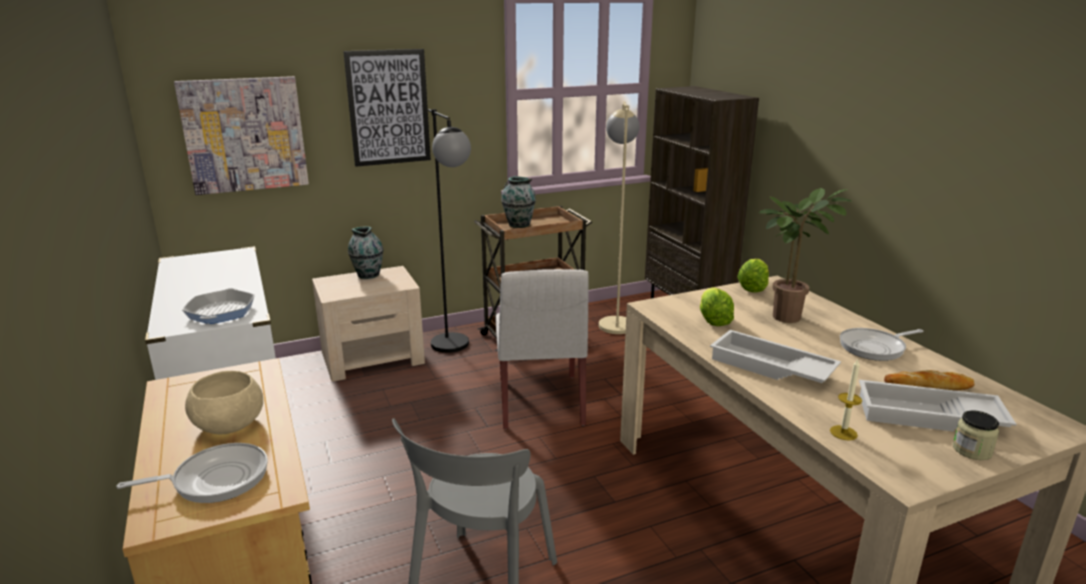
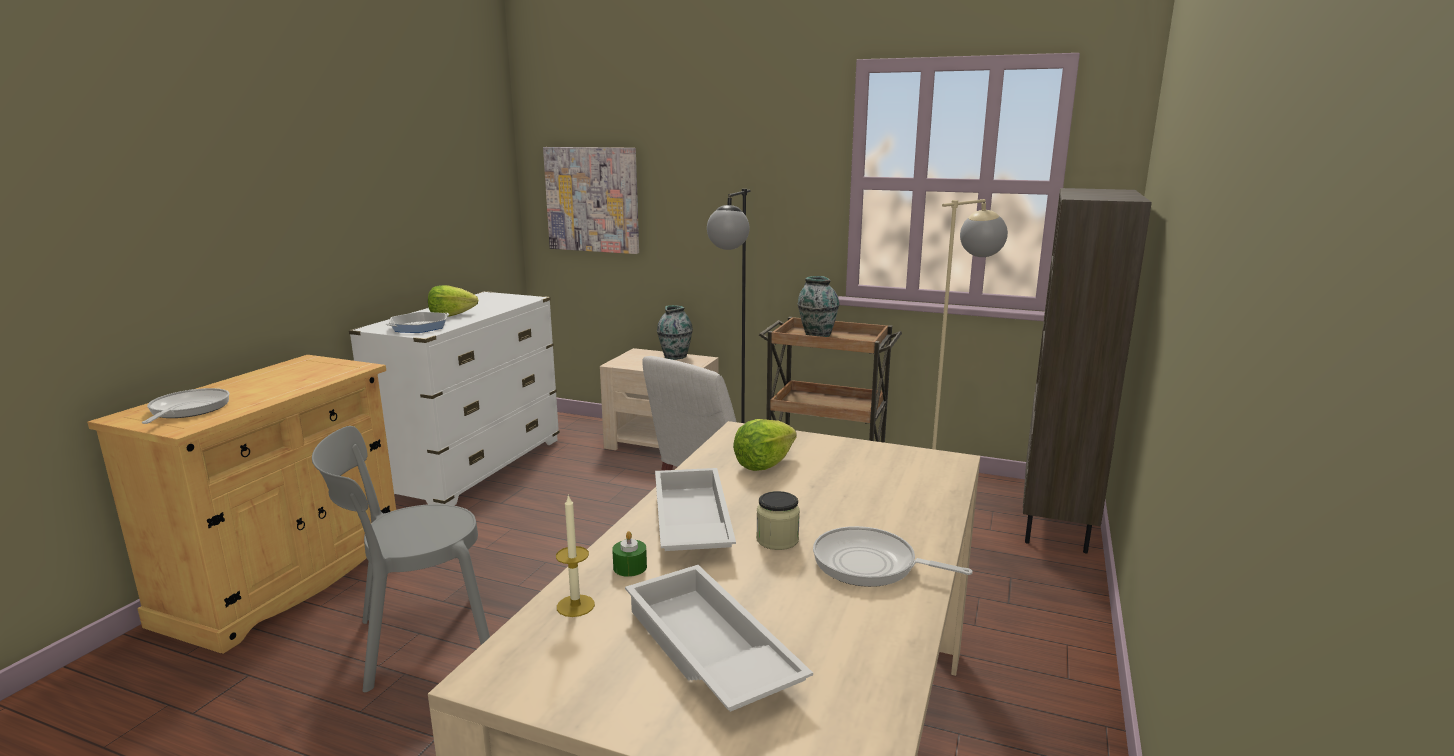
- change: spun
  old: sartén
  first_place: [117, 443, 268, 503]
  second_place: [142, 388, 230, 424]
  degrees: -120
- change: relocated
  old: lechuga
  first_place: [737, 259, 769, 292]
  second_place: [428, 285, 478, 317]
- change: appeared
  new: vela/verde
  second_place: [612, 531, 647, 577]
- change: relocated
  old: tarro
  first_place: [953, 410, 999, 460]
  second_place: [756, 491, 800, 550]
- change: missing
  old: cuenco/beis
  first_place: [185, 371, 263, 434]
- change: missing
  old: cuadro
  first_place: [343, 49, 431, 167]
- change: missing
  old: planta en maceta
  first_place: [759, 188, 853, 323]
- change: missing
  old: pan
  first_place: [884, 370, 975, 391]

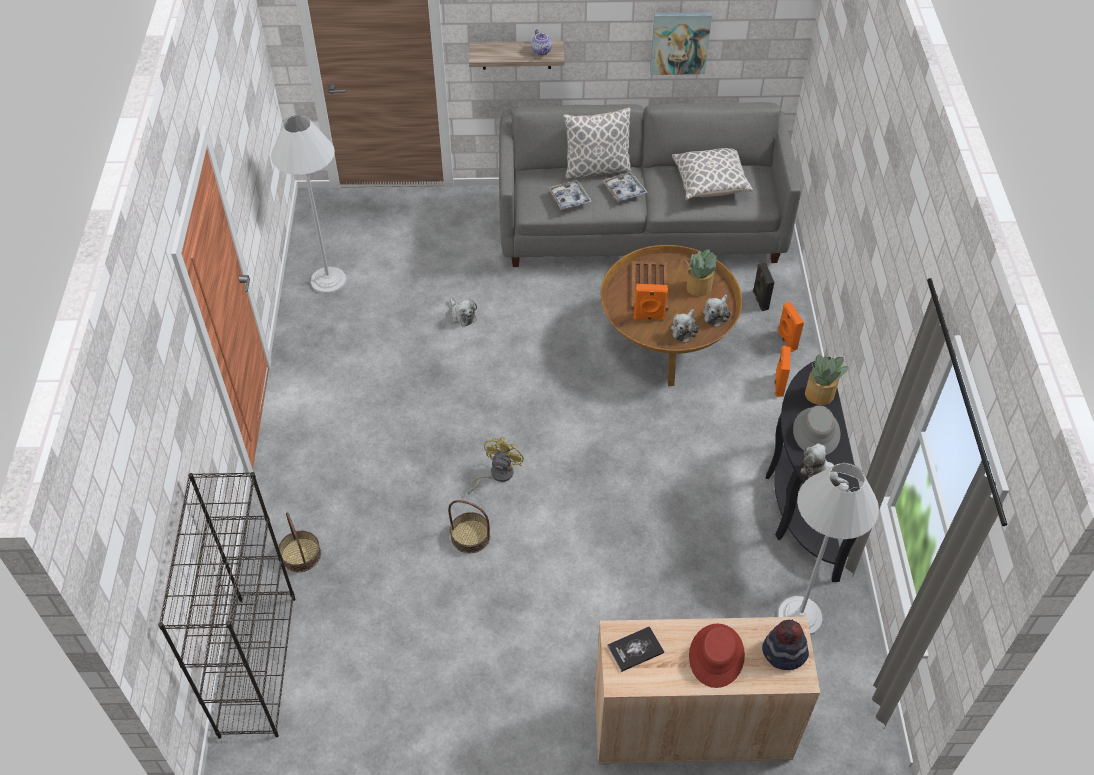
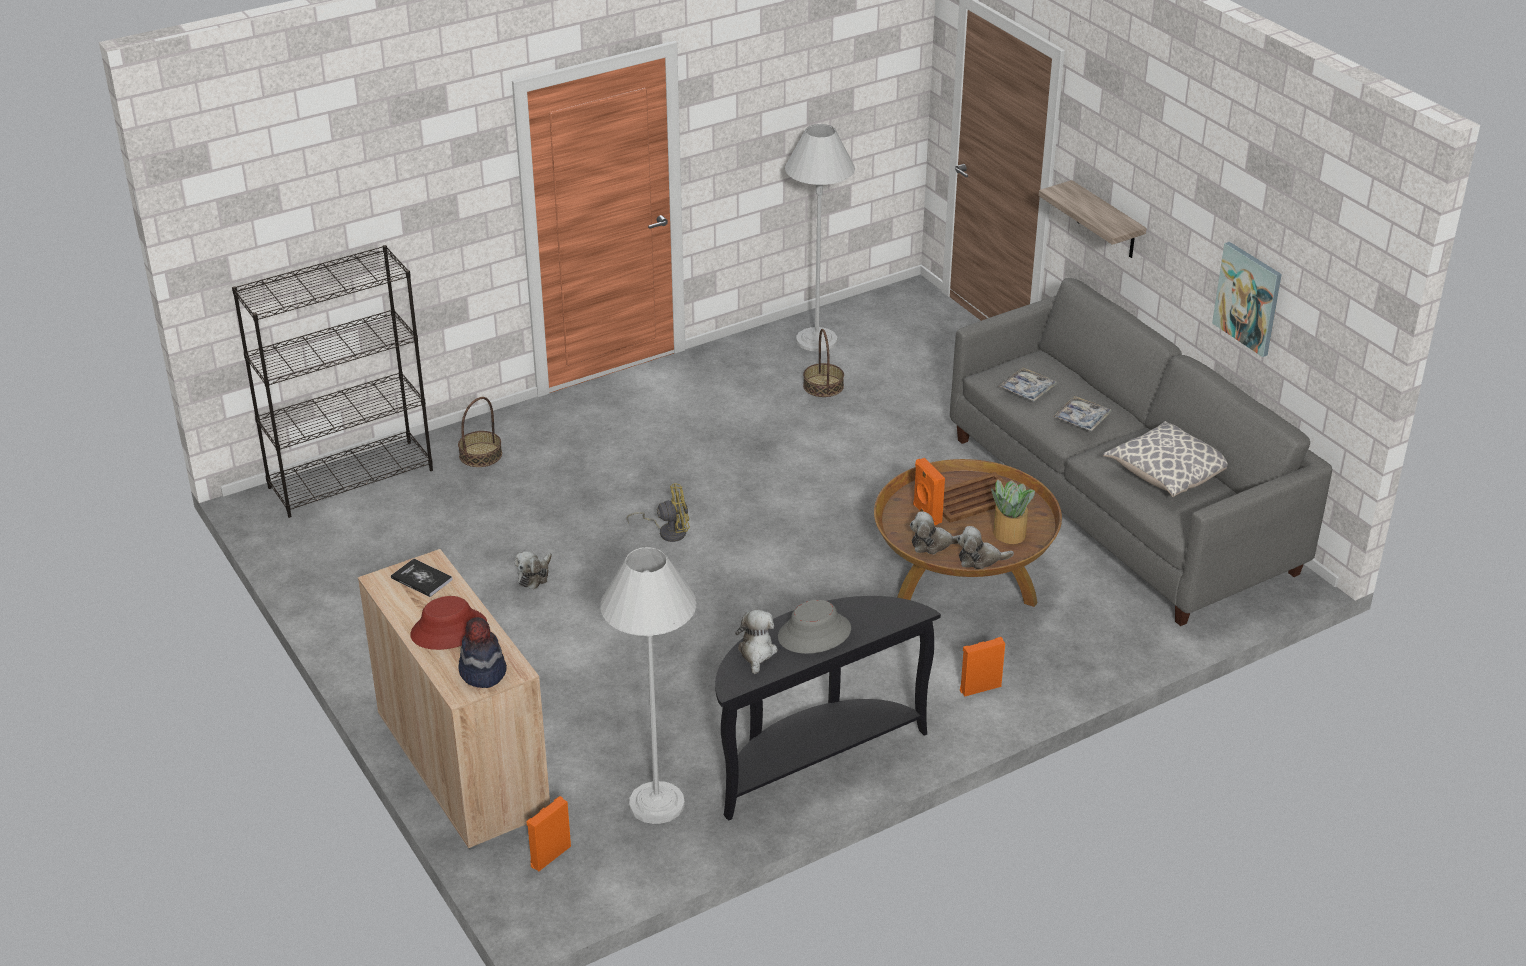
- change: relocated
  old: peluche
  first_place: [450, 297, 477, 326]
  second_place: [514, 551, 552, 589]
- change: relocated
  old: altavoz/naranja
  first_place: [778, 302, 804, 352]
  second_place: [526, 796, 571, 871]
- change: relocated
  old: cesta
  first_place: [448, 500, 490, 553]
  second_place: [803, 329, 844, 397]
- change: missing
  old: tetera
  first_place: [531, 29, 552, 55]
- change: missing
  old: cojín
  first_place: [563, 107, 631, 179]
- change: missing
  old: altavoz/negro
  first_place: [753, 262, 774, 311]
- change: missing
  old: planta en maceta
  first_place: [805, 355, 849, 405]

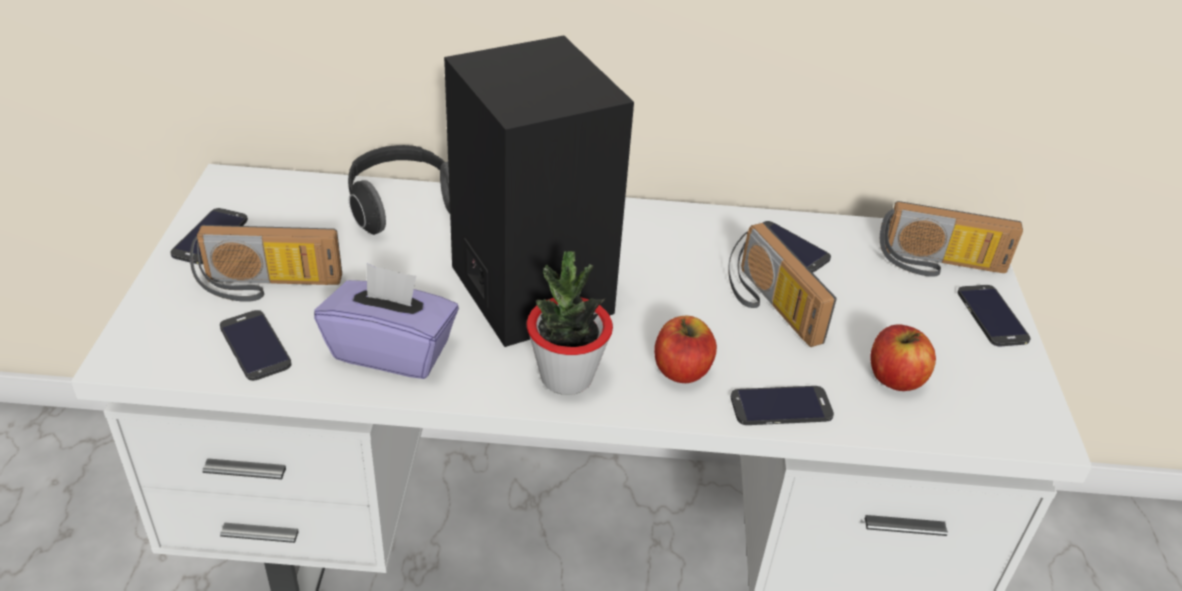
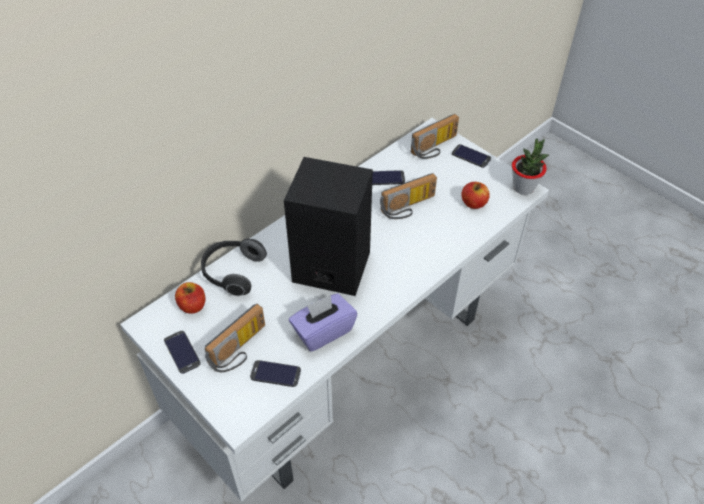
- change: relocated
  old: manzana
  first_place: [654, 316, 717, 383]
  second_place: [175, 282, 205, 314]
- change: spun
  old: radio
  first_place: [728, 223, 837, 347]
  second_place: [380, 173, 437, 219]
  degrees: -45
- change: relocated
  old: planta en maceta
  first_place: [527, 251, 613, 395]
  second_place: [512, 138, 549, 195]
- change: missing
  old: móvil
  first_place: [731, 386, 834, 425]

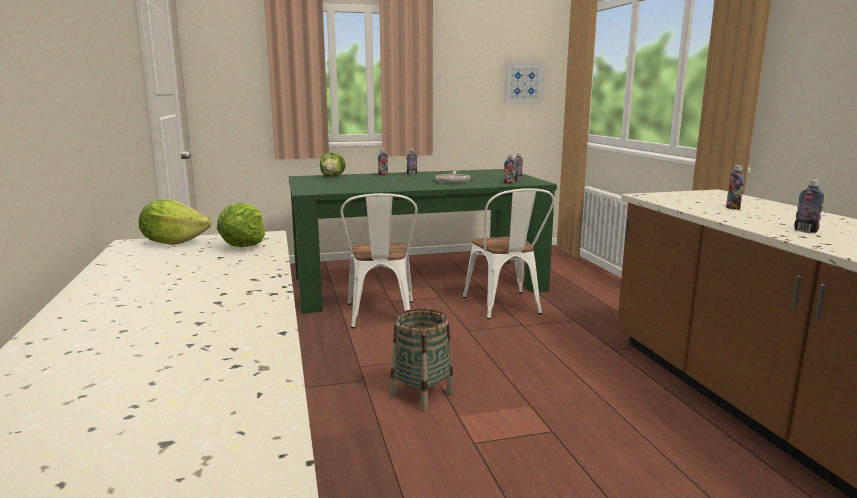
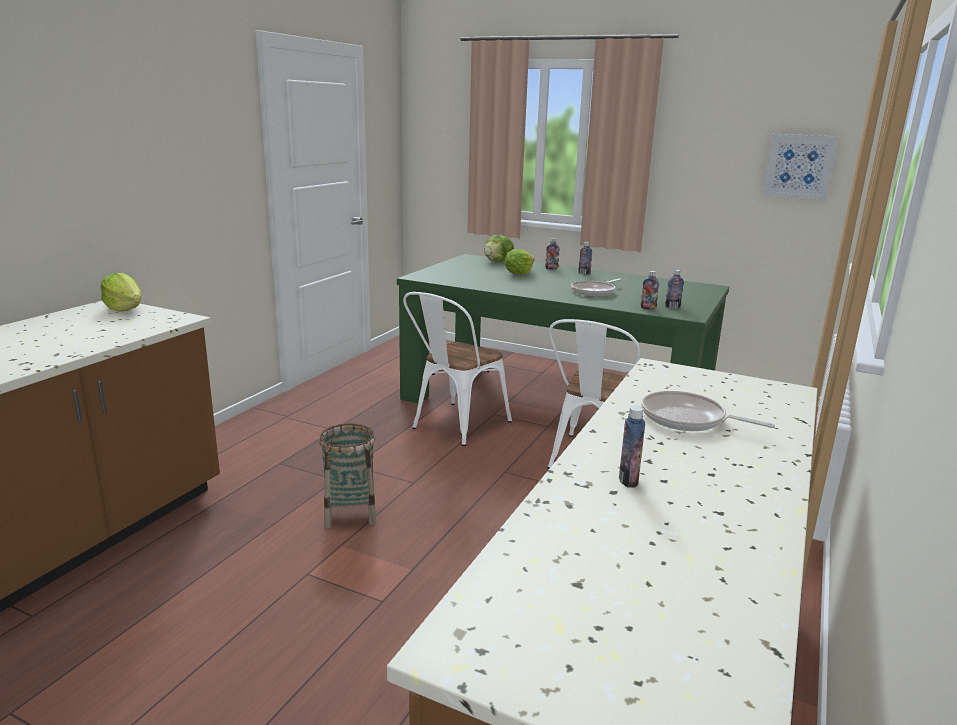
- change: relocated
  old: lechuga
  first_place: [217, 202, 265, 247]
  second_place: [504, 249, 534, 275]
- change: exchanged
  old: botella
  new: sartén
  first_place: [726, 165, 745, 210]
  second_place: [641, 391, 775, 431]

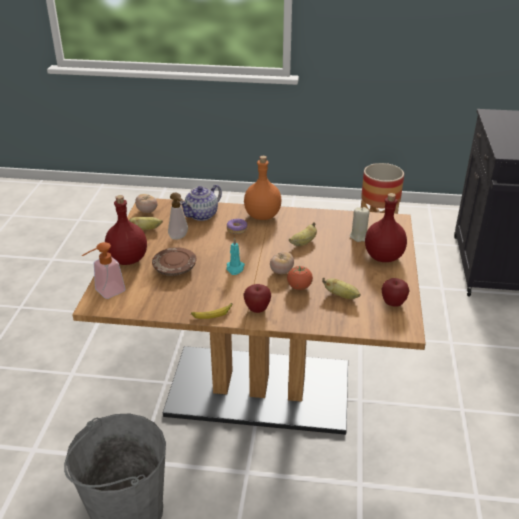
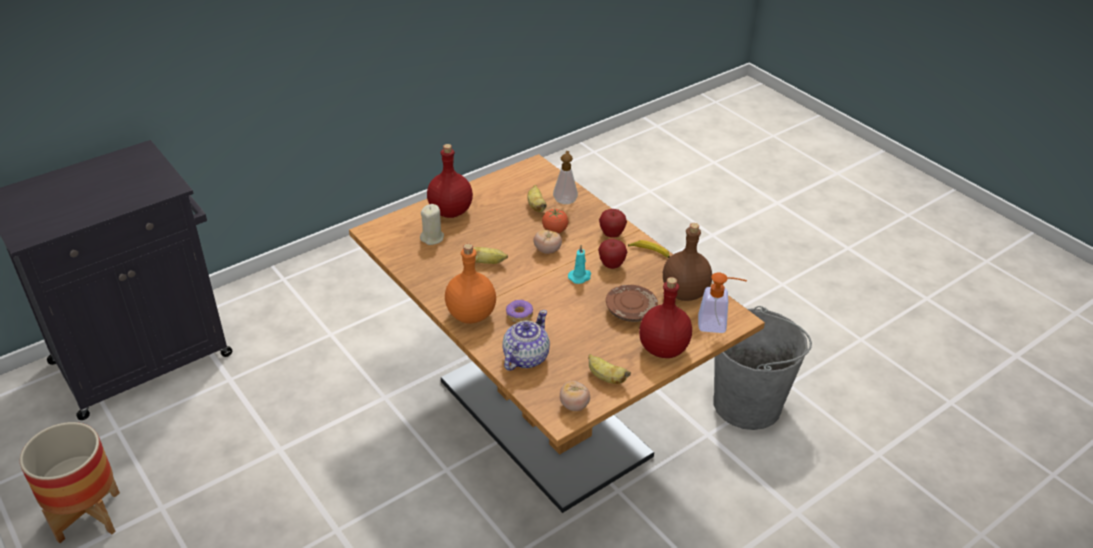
- change: spun
  old: tetera
  first_place: [180, 185, 222, 221]
  second_place: [502, 310, 550, 371]
  degrees: -60
- change: relocated
  old: dispensador de jabón
  first_place: [168, 193, 188, 240]
  second_place: [553, 151, 578, 204]
- change: relocated
  old: manzana
  first_place: [382, 278, 410, 307]
  second_place: [598, 239, 627, 269]
- change: appeared
  new: botella/marrón
  second_place: [663, 223, 712, 301]

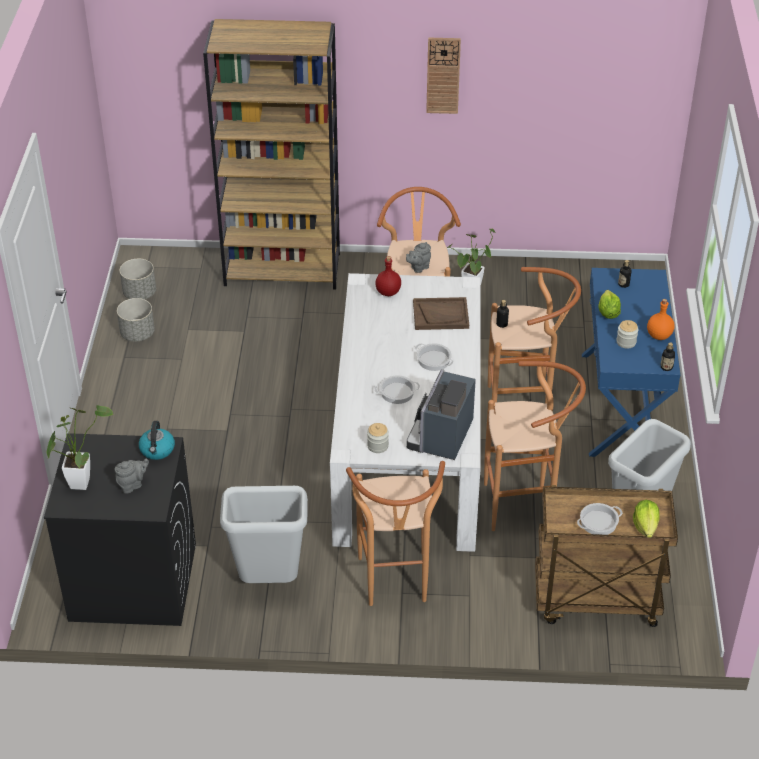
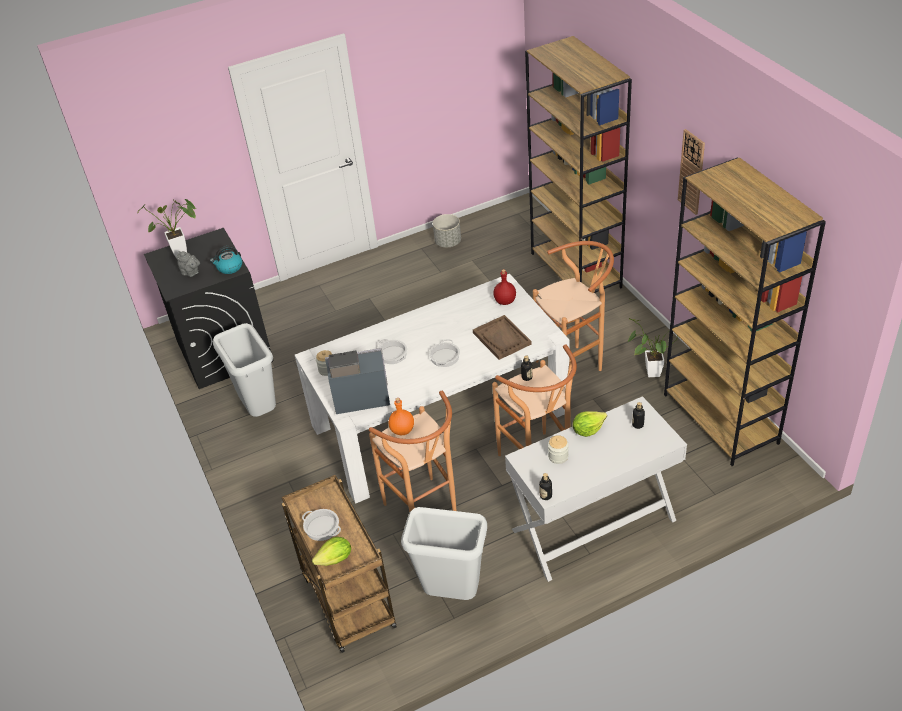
- change: relocated
  old: botella/naranja
  first_place: [647, 299, 675, 340]
  second_place: [389, 398, 414, 435]
- change: colour
  old: mesa consola/azul
  new: mesa consola/blanco
  first_place: [582, 268, 681, 457]
  second_place: [505, 396, 687, 582]
- change: appeared
  new: estantería/marrón
  second_place: [664, 158, 826, 466]
- change: missing
  old: maceta/gris
  first_place: [120, 259, 156, 300]
- change: missing
  old: taburete/marrón
  first_place: [346, 461, 445, 606]
- change: missing
  old: tetera/gris
  first_place: [406, 242, 431, 273]

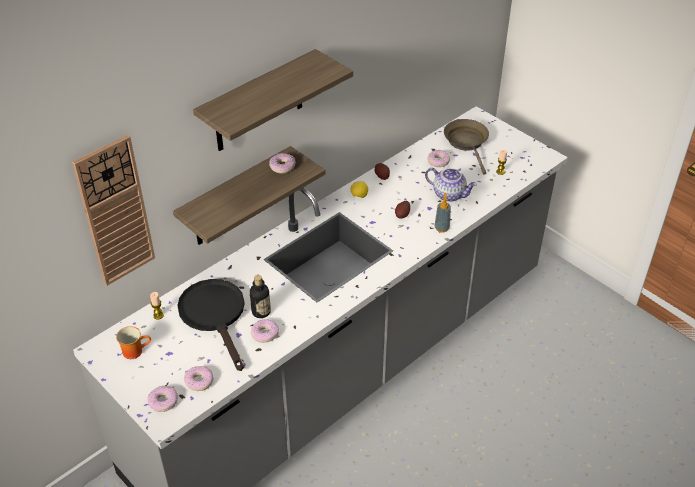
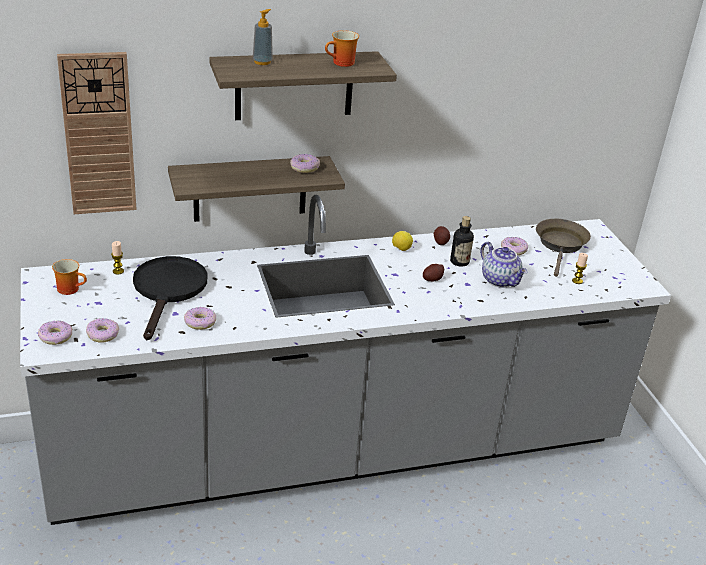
- change: relocated
  old: dispensador de jabón
  first_place: [434, 193, 451, 232]
  second_place: [253, 9, 273, 65]
- change: appeared
  new: taza grande
  second_place: [325, 30, 359, 67]
- change: relocated
  old: botella
  first_place: [250, 275, 271, 318]
  second_place: [450, 216, 474, 267]

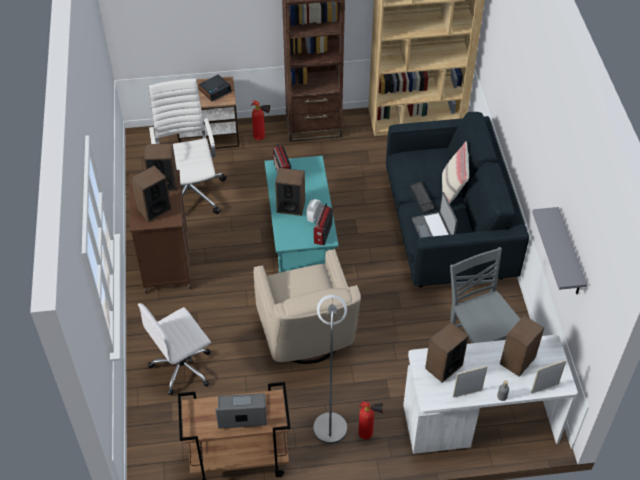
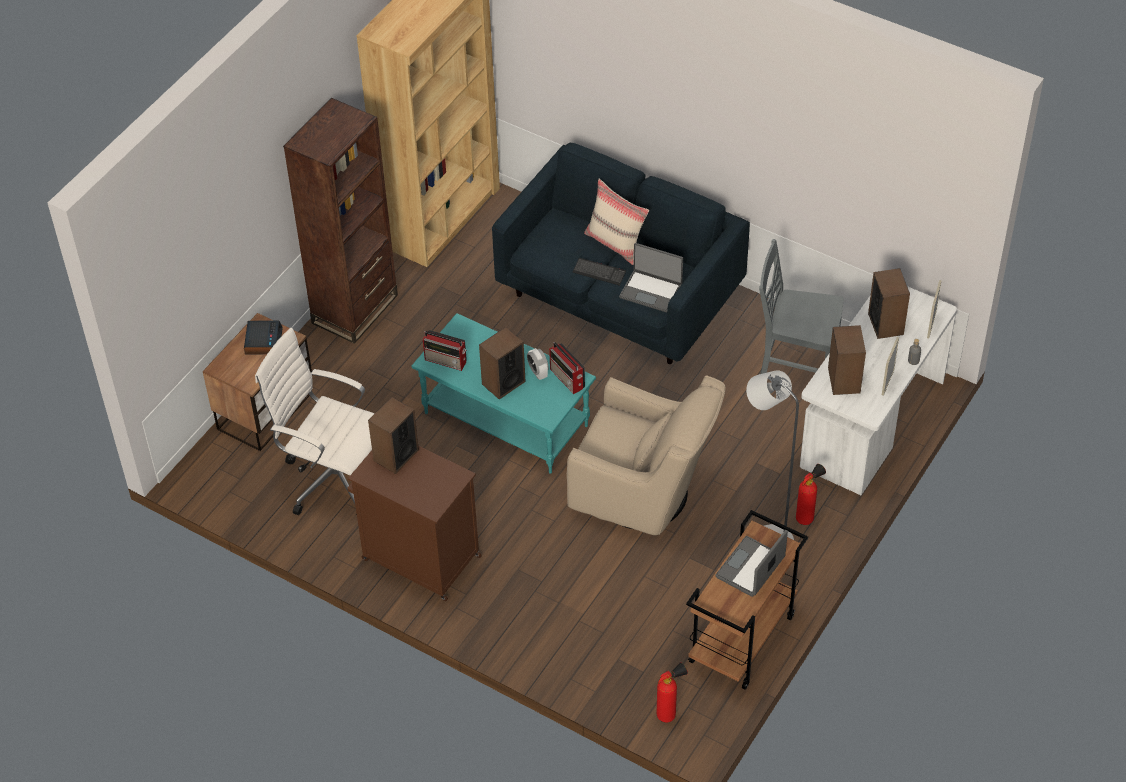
- change: relocated
  old: extintor
  first_place: [251, 100, 270, 140]
  second_place: [657, 662, 688, 723]
- change: missing
  old: altavoz
  first_place: [131, 165, 171, 222]
- change: missing
  old: silla de oficina/blanco
  first_place: [138, 303, 211, 396]
- change: missing
  old: estante/gris
  first_place: [532, 207, 587, 294]

